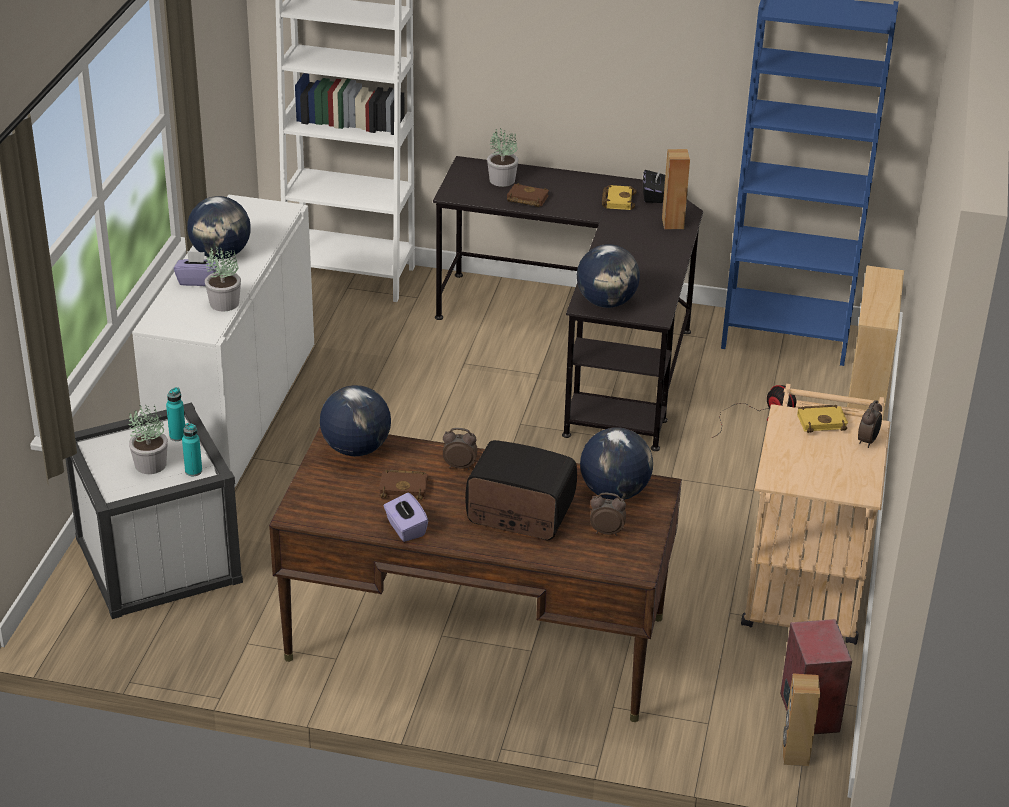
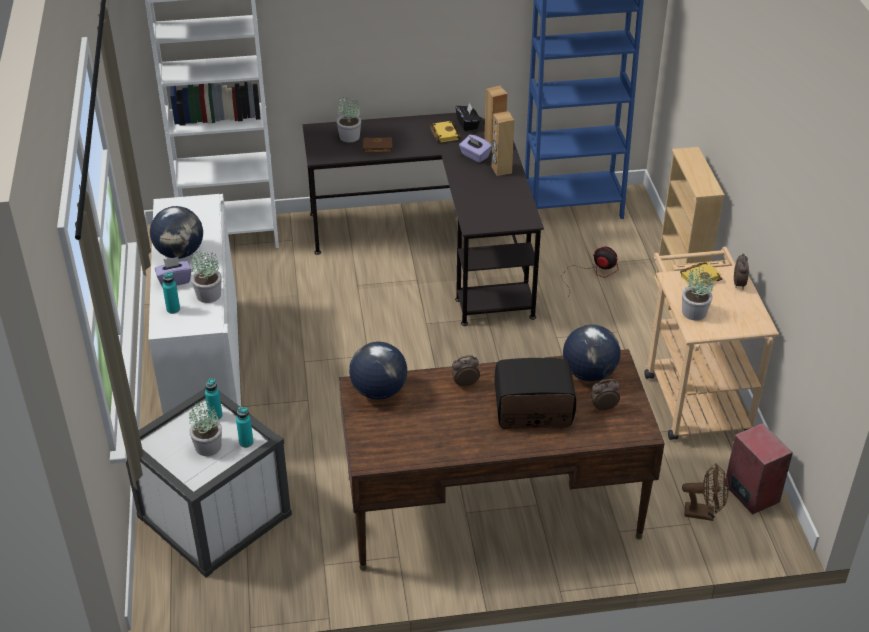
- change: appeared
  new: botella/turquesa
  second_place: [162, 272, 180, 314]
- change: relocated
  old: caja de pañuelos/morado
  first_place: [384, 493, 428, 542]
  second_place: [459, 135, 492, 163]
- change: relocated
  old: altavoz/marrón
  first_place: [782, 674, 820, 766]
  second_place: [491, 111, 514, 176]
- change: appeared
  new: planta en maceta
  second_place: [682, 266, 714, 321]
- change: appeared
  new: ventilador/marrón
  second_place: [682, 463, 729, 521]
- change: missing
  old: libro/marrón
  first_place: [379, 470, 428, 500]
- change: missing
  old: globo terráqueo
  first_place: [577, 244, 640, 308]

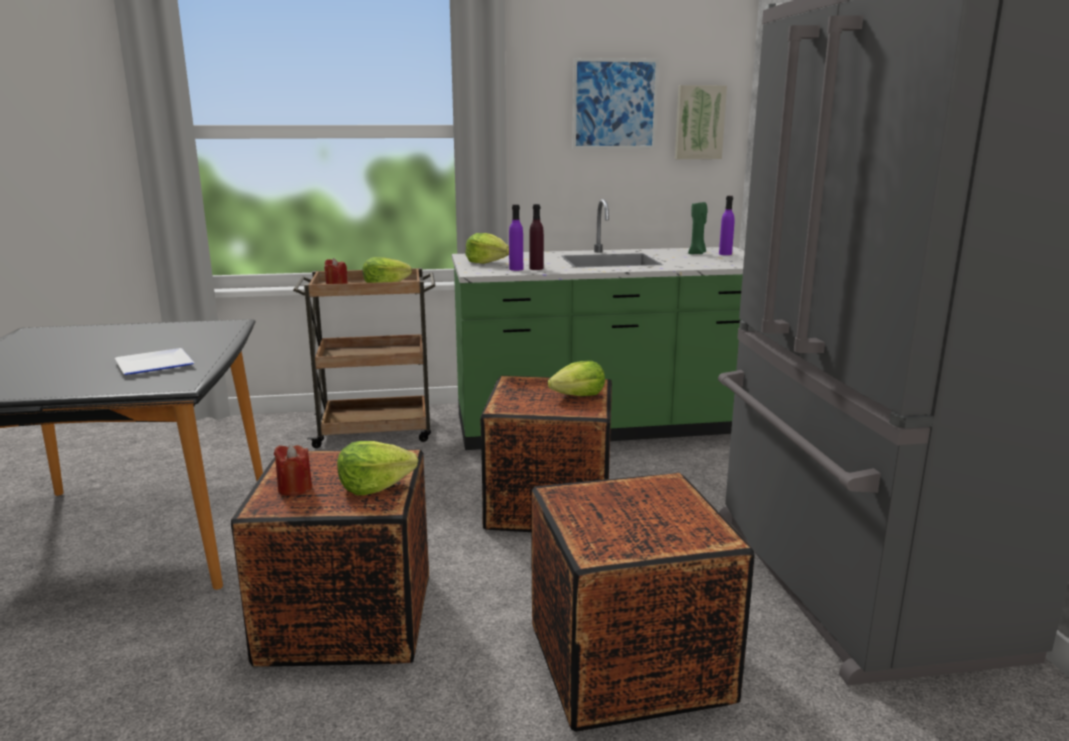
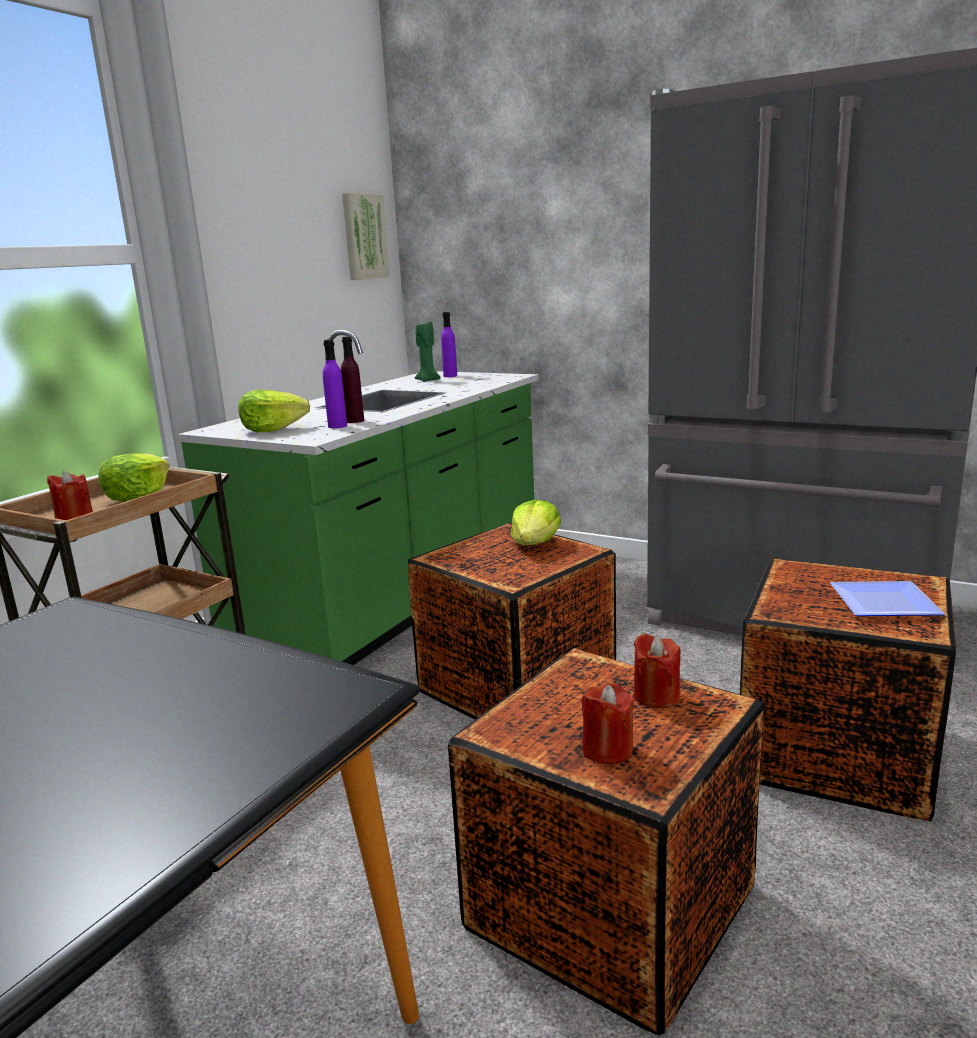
- change: exchanged
  old: lechuga
  new: vela/rojo
  first_place: [337, 441, 418, 495]
  second_place: [634, 634, 681, 708]
- change: relocated
  old: plato
  first_place: [115, 348, 194, 375]
  second_place: [830, 581, 945, 616]
- change: missing
  old: cuadro
  first_place: [572, 58, 659, 149]

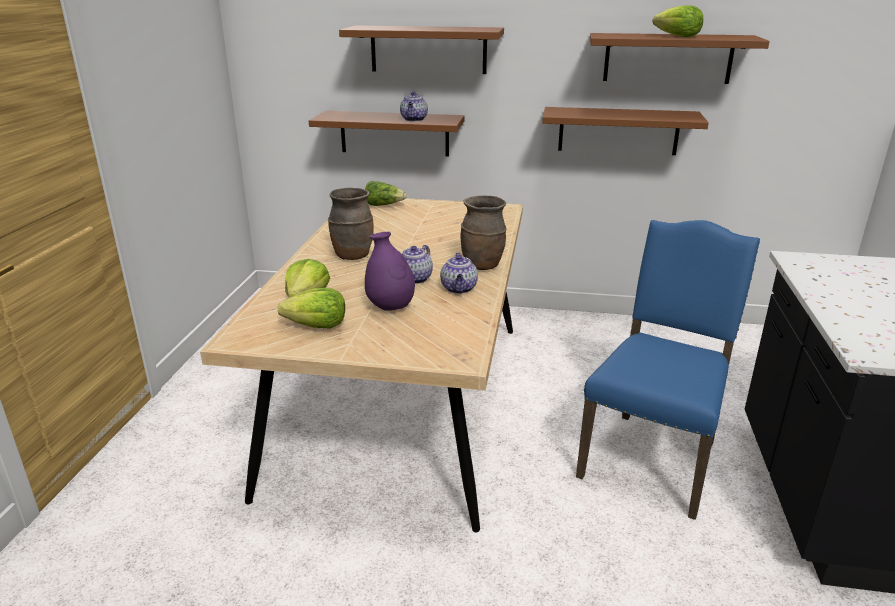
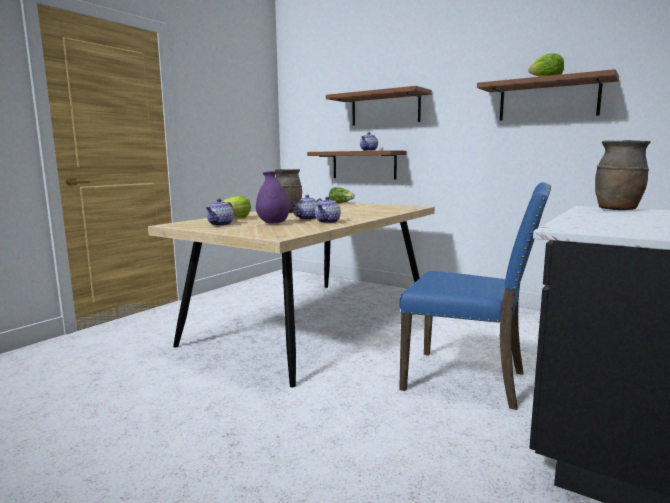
- change: exchanged
  old: lechuga
  new: tetera
  first_place: [277, 288, 345, 329]
  second_place: [206, 199, 234, 226]
- change: spun
  old: silla/azul
  first_place: [576, 220, 760, 520]
  second_place: [399, 182, 551, 410]
  degrees: 60
- change: relocated
  old: florero/marrón
  first_place: [460, 195, 506, 270]
  second_place: [595, 140, 651, 210]
- change: missing
  old: estante/marrón
  first_place: [542, 107, 709, 155]

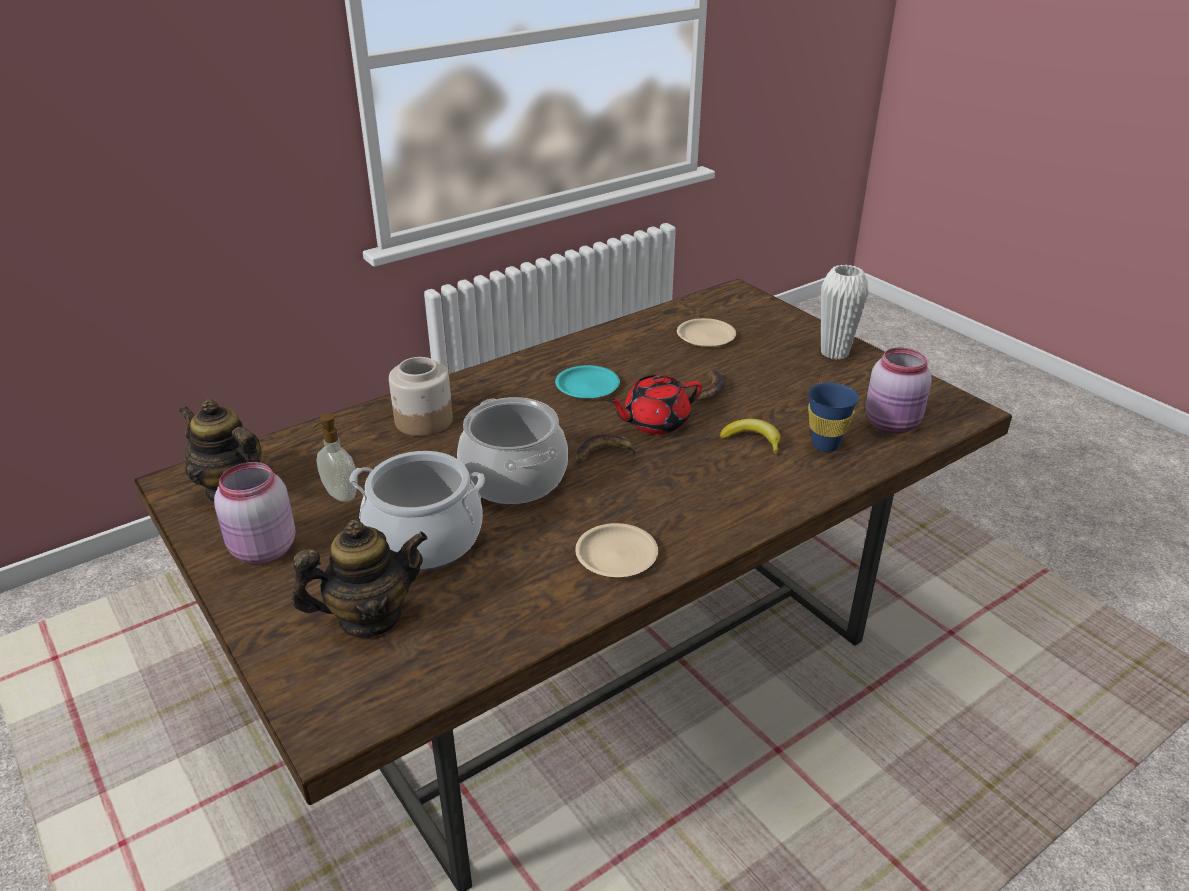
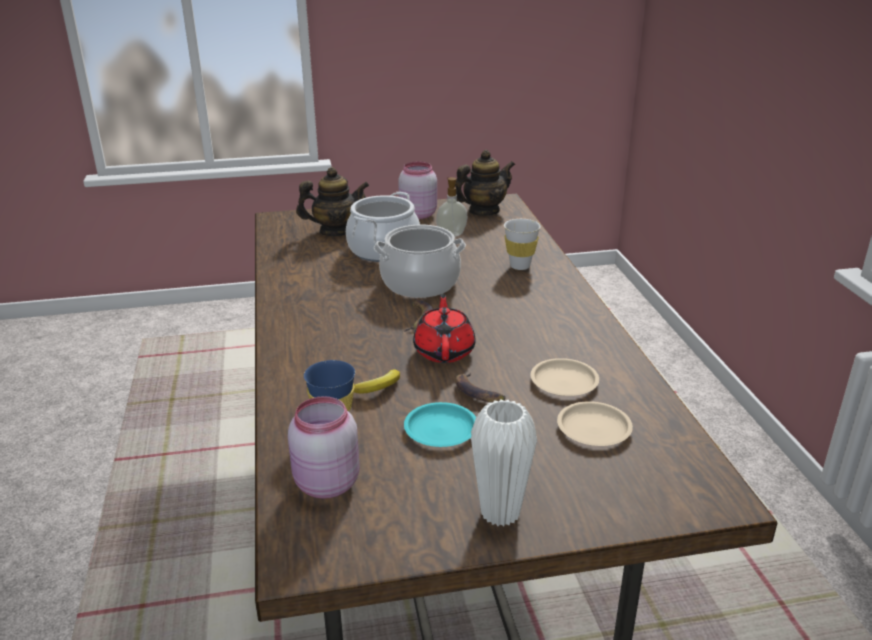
- change: spun
  old: tetera
  first_place: [292, 519, 428, 638]
  second_place: [296, 167, 369, 236]
  degrees: -105
- change: relocated
  old: plato/turquesa
  first_place: [555, 365, 620, 399]
  second_place: [404, 402, 476, 447]
- change: exchanged
  old: tarro
  new: taza/blanco
  first_place: [389, 357, 453, 436]
  second_place: [504, 219, 541, 270]
- change: relocated
  old: plato/beis
  first_place: [575, 523, 658, 577]
  second_place: [531, 358, 599, 396]

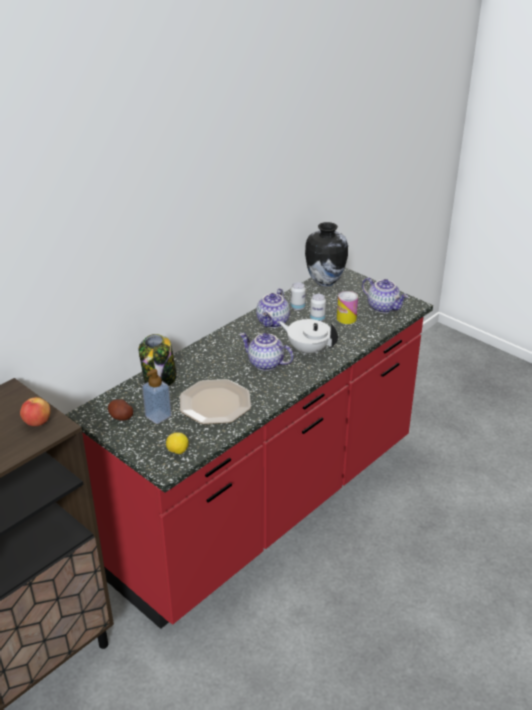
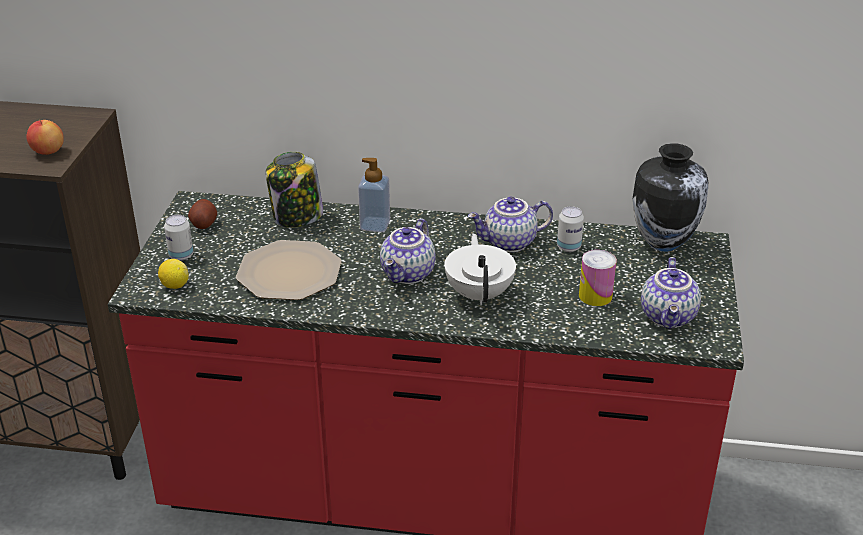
- change: relocated
  old: lata
  first_place: [310, 294, 326, 321]
  second_place: [164, 215, 193, 261]
- change: relocated
  old: dispensador de jabón
  first_place: [142, 369, 171, 424]
  second_place: [358, 158, 390, 232]
- change: spun
  old: tetera
  first_place: [239, 333, 294, 371]
  second_place: [380, 218, 435, 284]
  degrees: -150

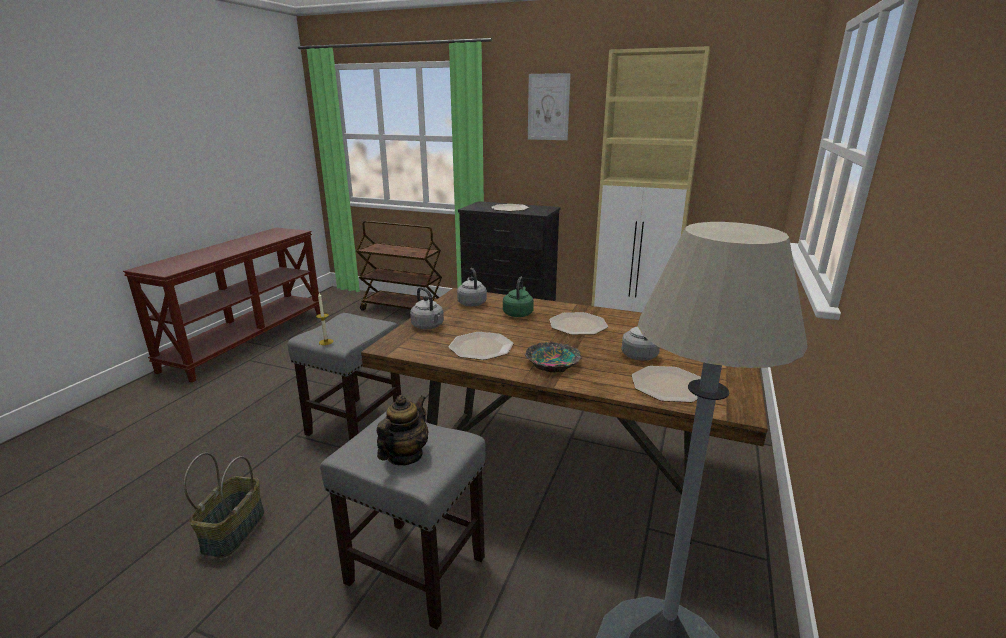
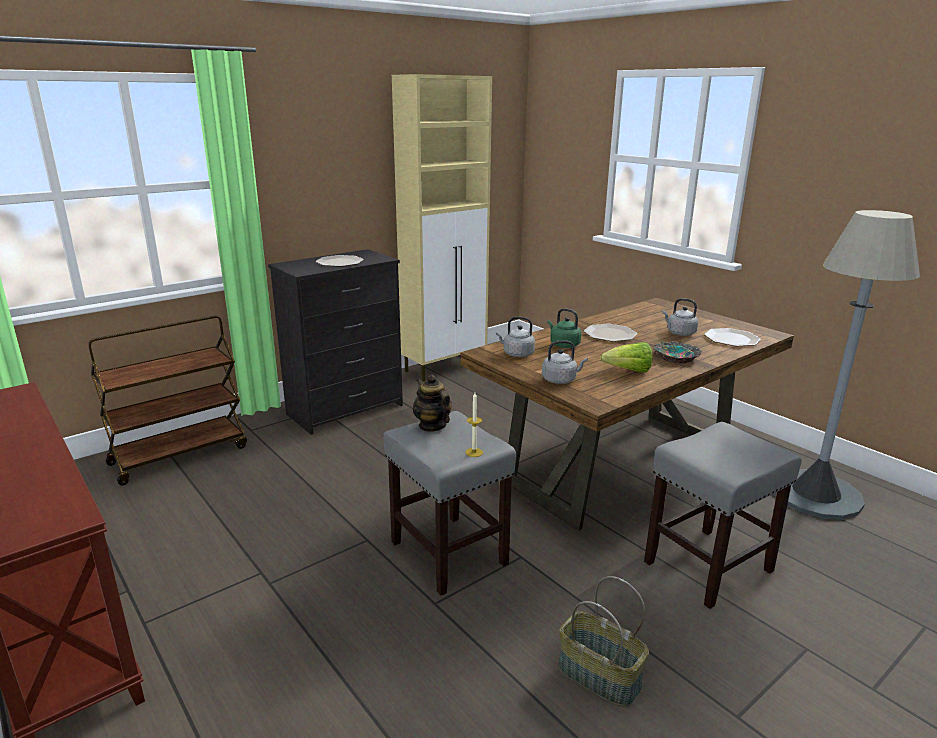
- change: relocated
  old: tetera
  first_place: [377, 395, 428, 465]
  second_place: [413, 374, 452, 432]
- change: exchanged
  old: plato
  new: lechuga
  first_place: [449, 332, 514, 360]
  second_place: [600, 342, 652, 373]
- change: missing
  old: cuadro
  first_place: [528, 73, 571, 140]

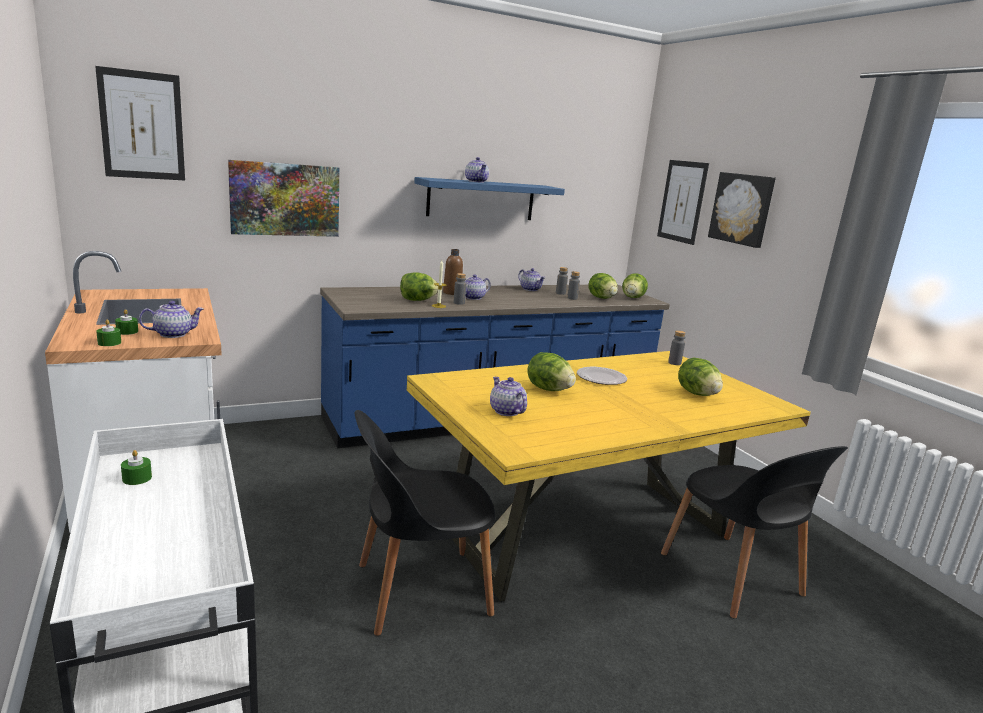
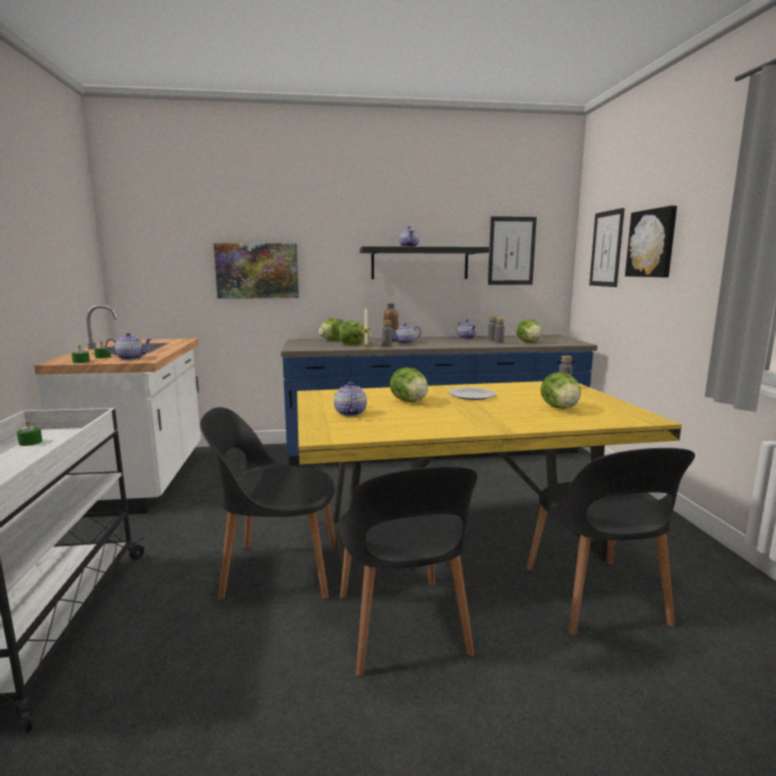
- change: relocated
  old: lechuga
  first_place: [622, 273, 648, 298]
  second_place: [318, 318, 344, 341]
- change: appeared
  new: silla/negro
  second_place: [339, 466, 477, 676]
- change: colour
  old: estante/azul
  new: estante/negro
  first_place: [414, 177, 565, 220]
  second_place: [360, 246, 489, 279]
- change: relocated
  old: cuadro
  first_place: [95, 66, 185, 180]
  second_place: [488, 216, 537, 285]

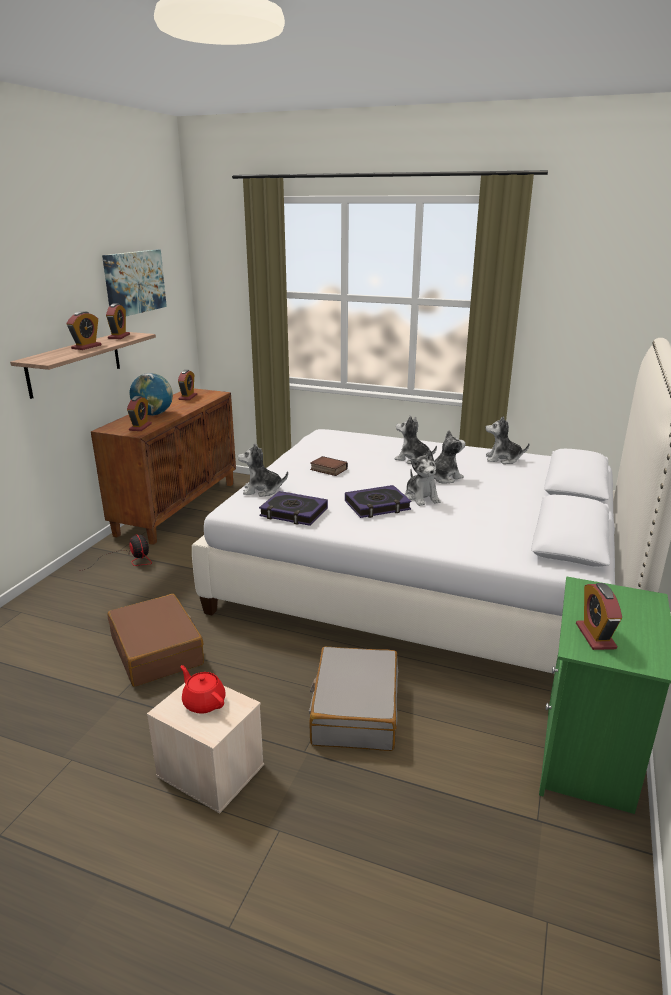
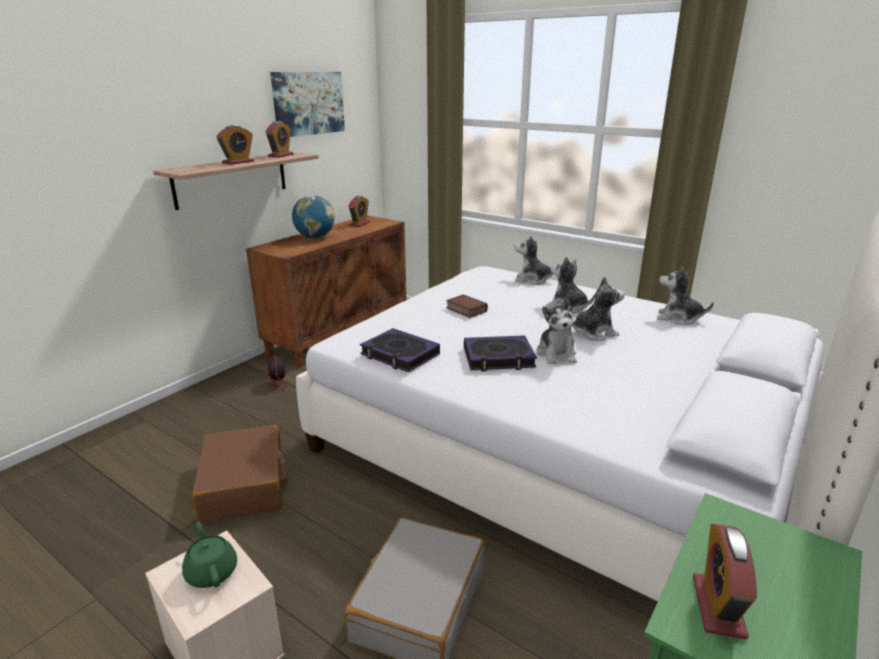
- change: colour
  old: tetera/rojo
  new: tetera/verde
  first_place: [180, 665, 225, 714]
  second_place: [182, 522, 237, 588]
- change: relocated
  old: peluche
  first_place: [238, 443, 288, 497]
  second_place: [514, 235, 559, 285]
- change: missing
  old: despertador
  first_place: [127, 396, 152, 431]

